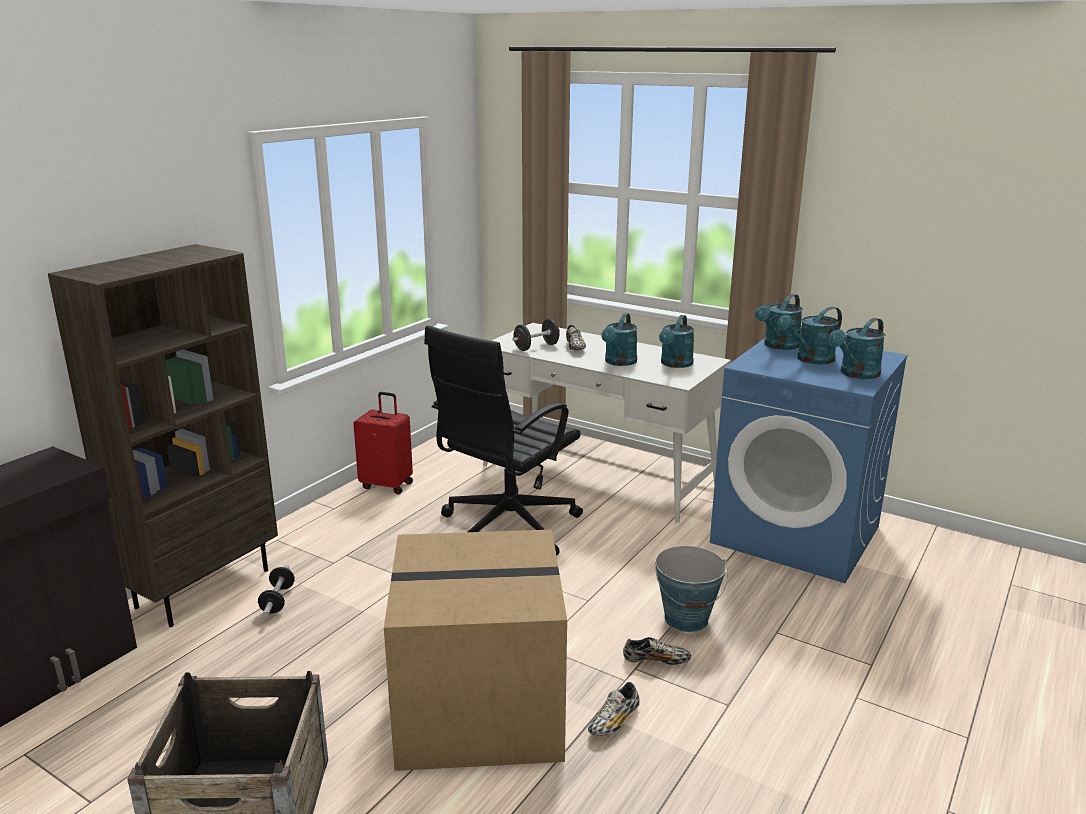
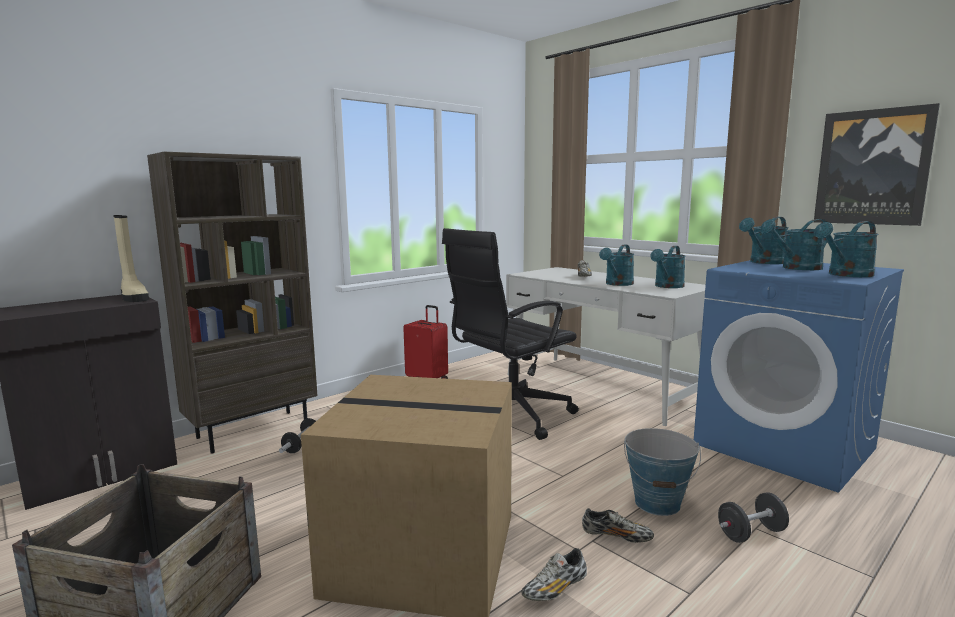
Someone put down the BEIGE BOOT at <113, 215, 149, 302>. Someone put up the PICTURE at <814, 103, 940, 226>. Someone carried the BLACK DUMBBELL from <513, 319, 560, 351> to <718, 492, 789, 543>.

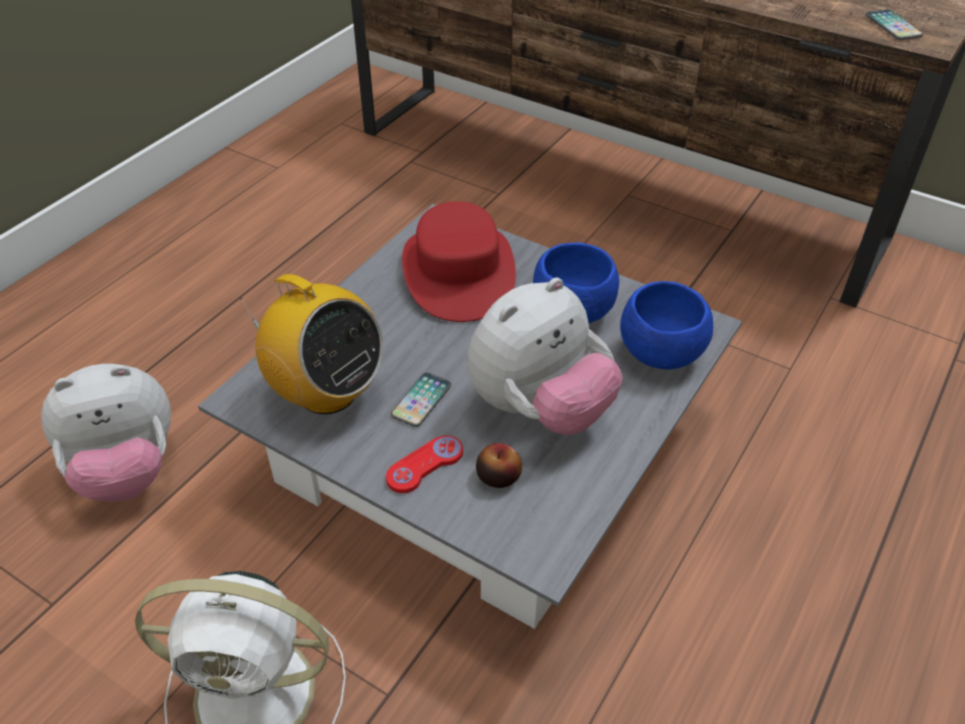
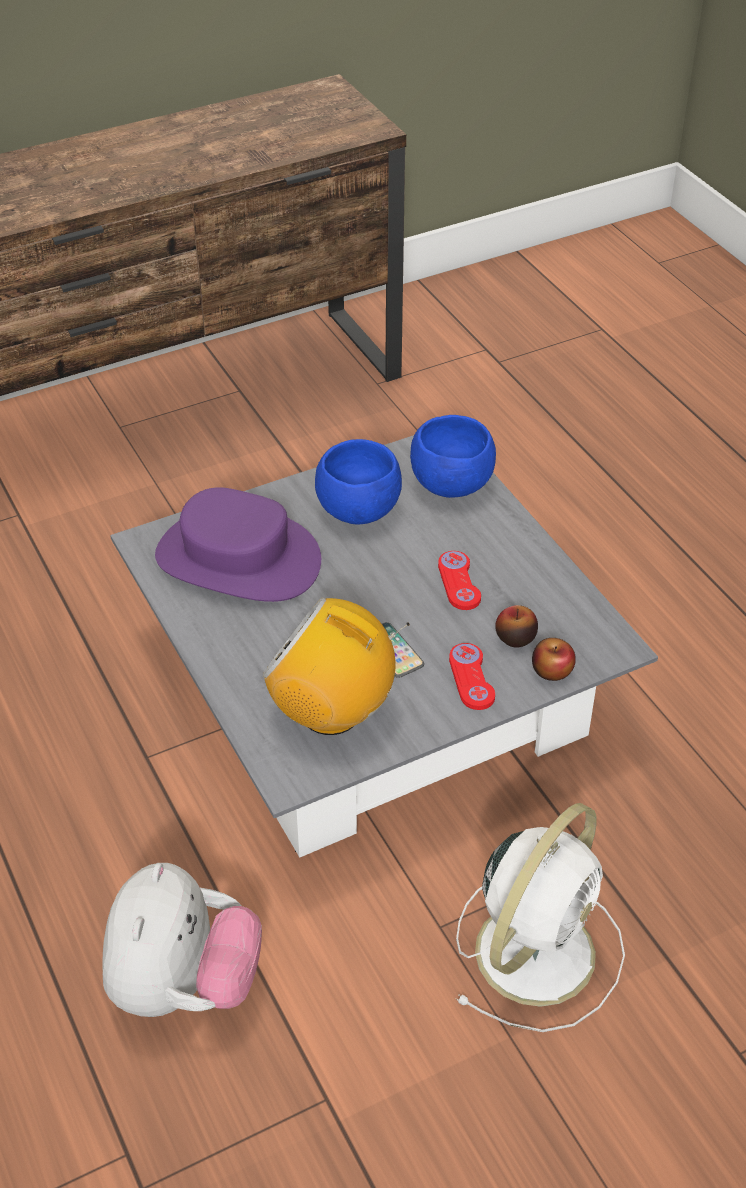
Someone took away the PHONE at <866, 9, 923, 40>. Someone put down the APPLE at <532, 638, 576, 681>. Someone swapped the PLUSH TOY at <467, 278, 623, 435> for the RED GAME CONTROLLER at <438, 551, 481, 610>. Someone repainted the RED HAT at <402, 201, 516, 322>, which became the PURPLE HAT at <155, 487, 321, 602>. Someone rotated the RADIO at <240, 274, 384, 414> by 135 degrees counterclockwise.

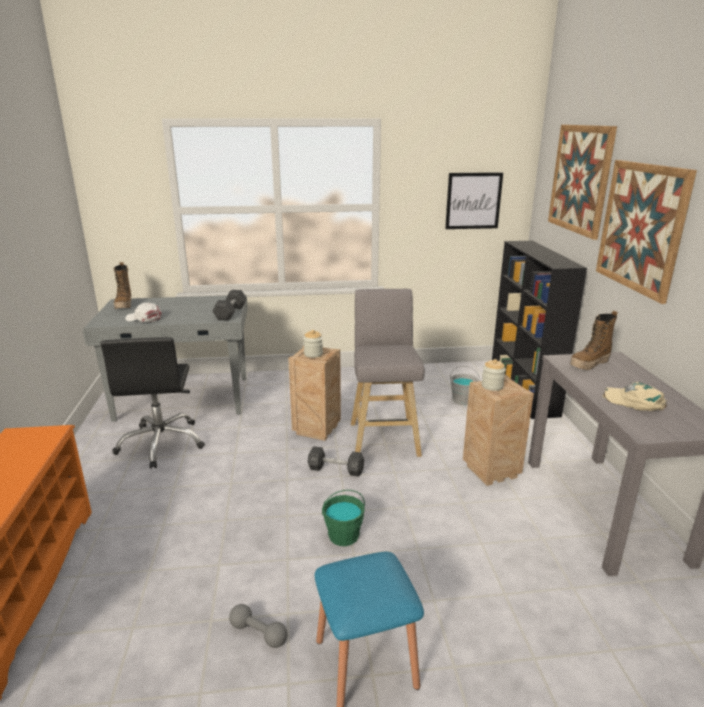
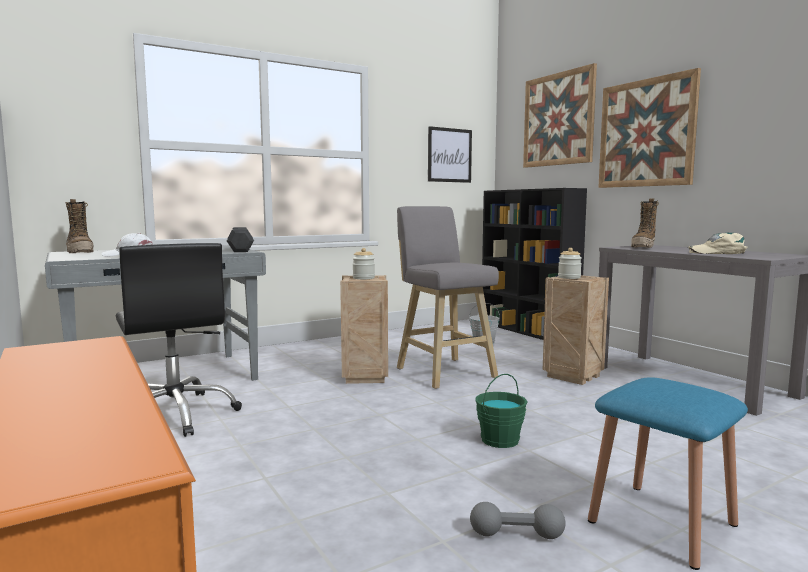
Someone took away the BLACK DUMBBELL at <308, 446, 364, 477>.

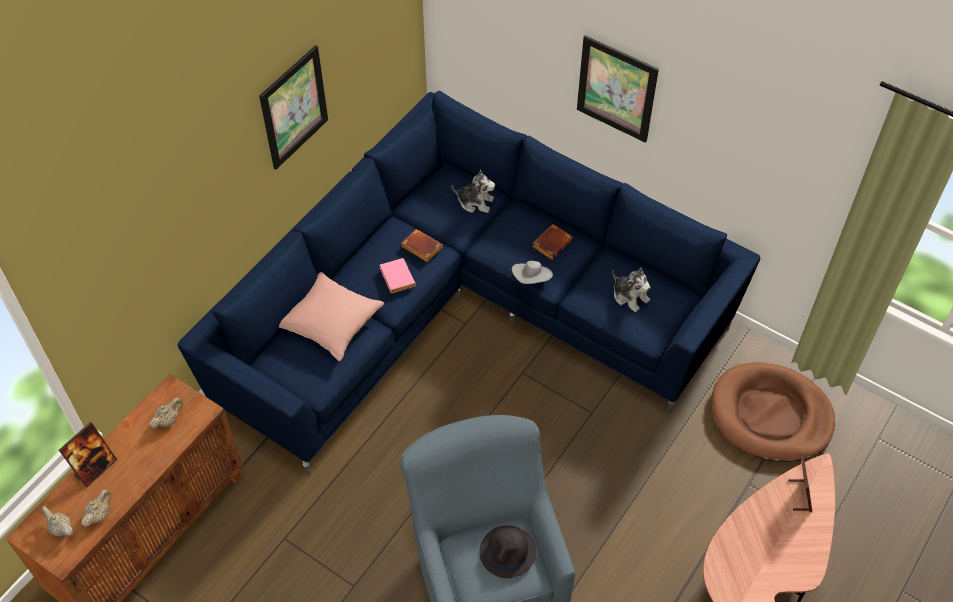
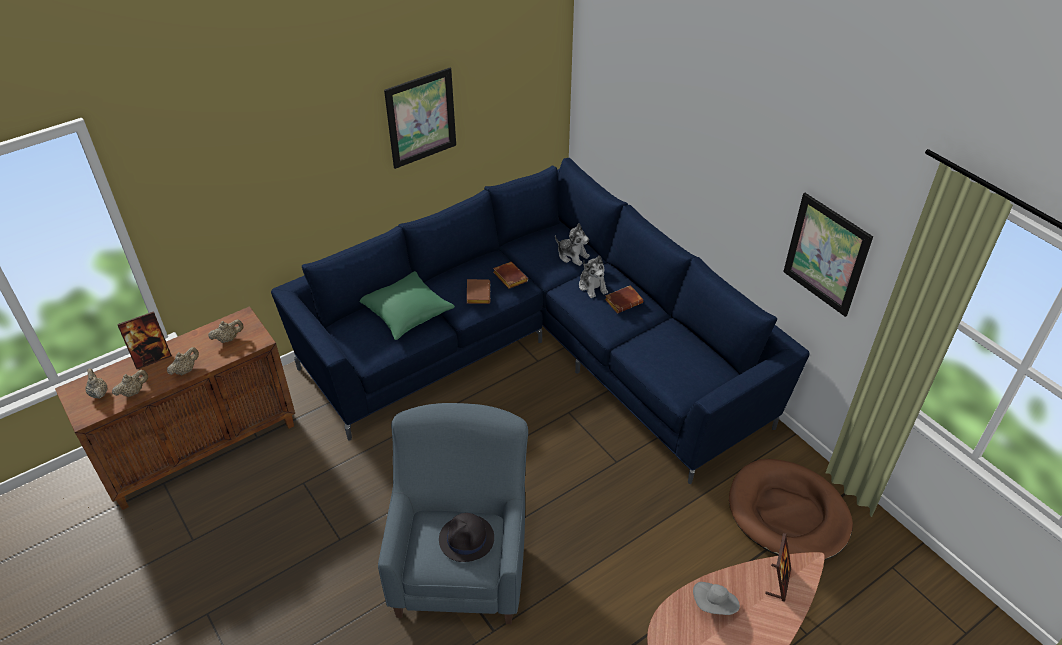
Someone put down the BEIGE TEAPOT at <167, 347, 199, 375>. Someone carried the GREY HAT from <512, 261, 553, 284> to <693, 582, 740, 615>. Someone carried the PICTURE from <577, 35, 659, 143> to <783, 193, 873, 317>. Someone carried the PLUSH TOY from <613, 268, 651, 312> to <579, 255, 608, 298>. Someone repainted the PINK PILLOW at <279, 272, 384, 361>, which became the GREEN PILLOW at <360, 271, 455, 340>. Someone repainted the PINK BOOK at <380, 258, 416, 293>, which became the BROWN BOOK at <467, 279, 491, 304>.

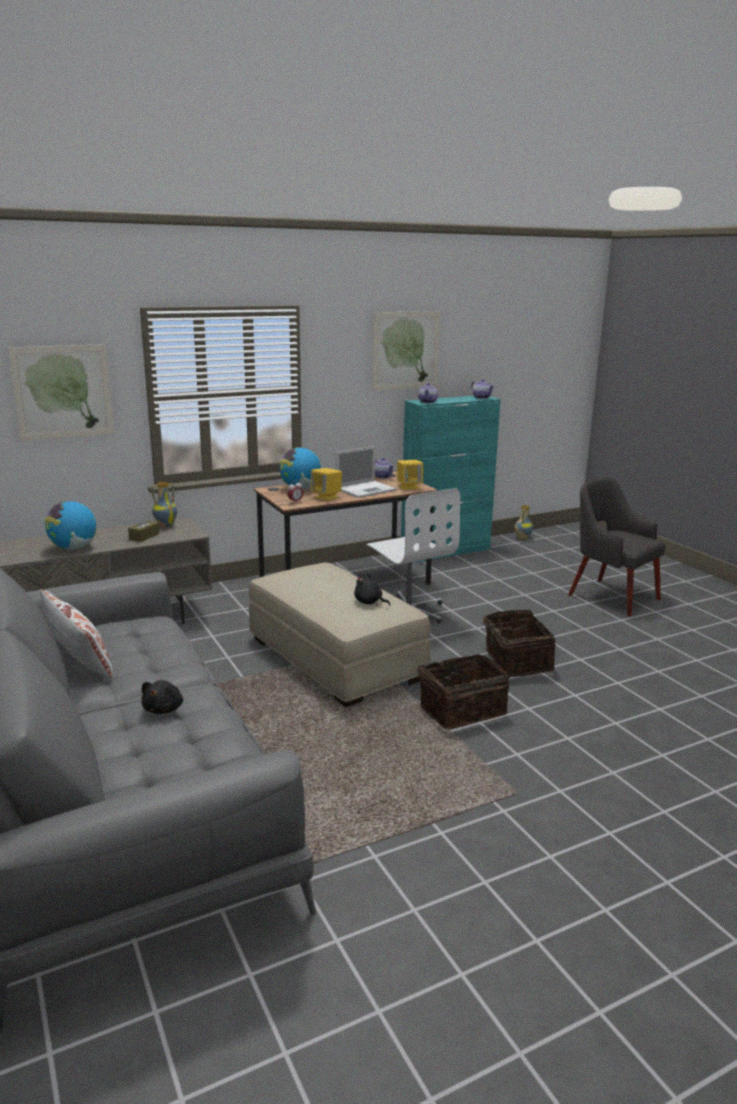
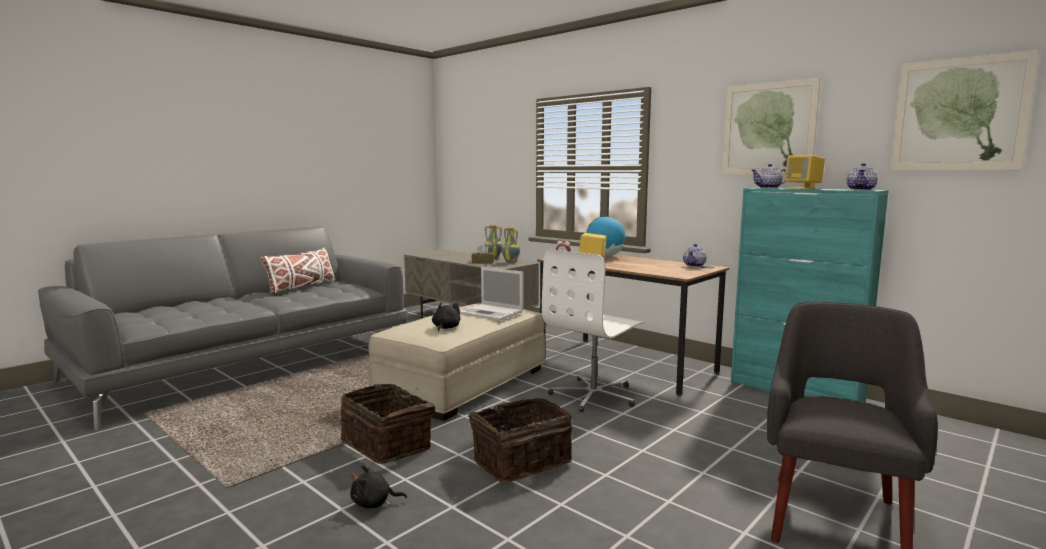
Someone took away the GLOBE at <45, 501, 96, 550>. Someone carried the PICTURE from <8, 344, 114, 441> to <890, 50, 1039, 170>. Someone carried the BLACK PLUSH TOY from <141, 680, 183, 714> to <350, 465, 407, 509>. Someone carried the LAPTOP from <336, 446, 396, 498> to <460, 267, 524, 320>. Someone carried the YELLOW SPEAKER from <397, 460, 423, 490> to <785, 155, 825, 189>. Someone carried the VASE from <515, 505, 533, 540> to <485, 225, 502, 259>.

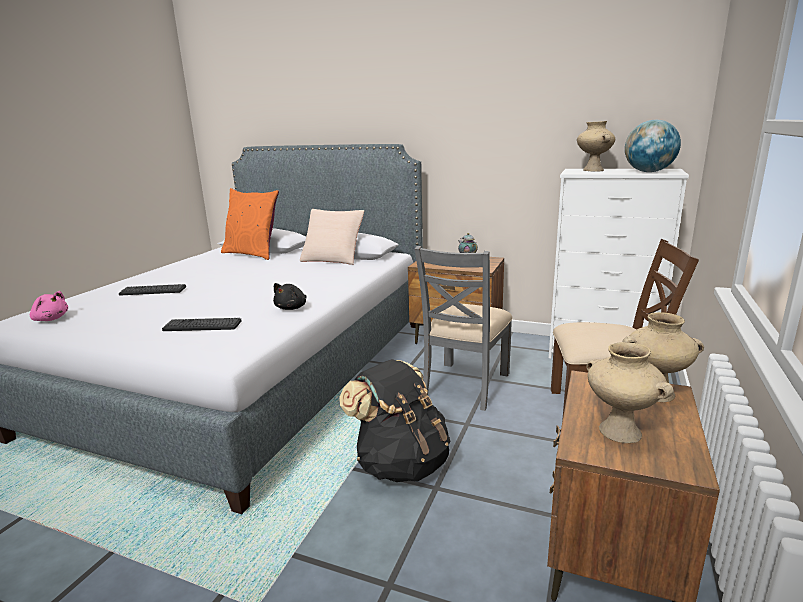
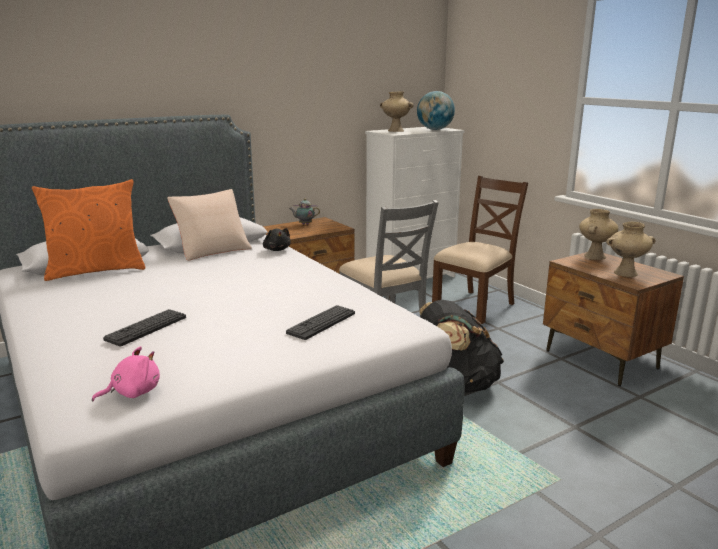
Someone carried the BLACK PLUSH TOY from <273, 283, 307, 310> to <263, 228, 291, 251>.

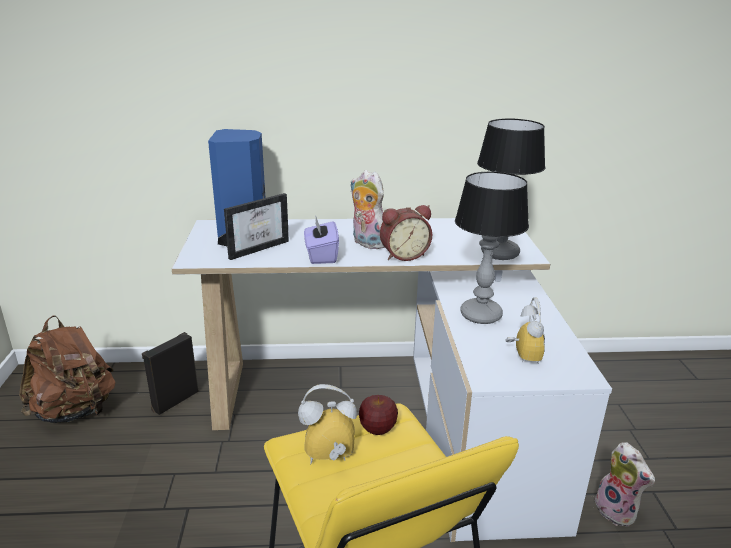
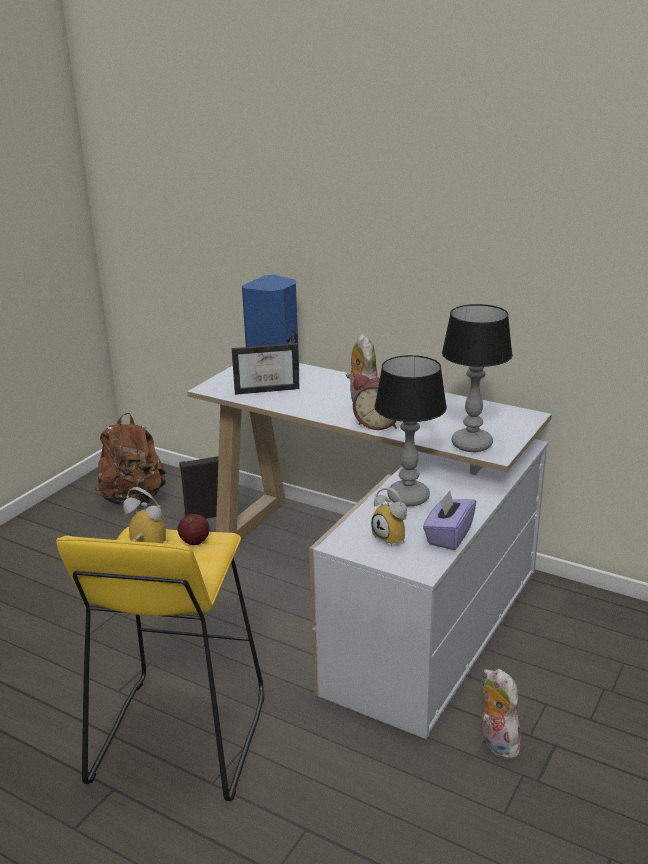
Someone carried the PURPLE TISSUE BOX from <304, 217, 339, 264> to <423, 490, 476, 550>. Someone rotated the ALARM CLOCK at <505, 297, 545, 363> by 105 degrees clockwise. Someone rotated the PLUSH TOY at <595, 442, 655, 526> by 150 degrees clockwise.

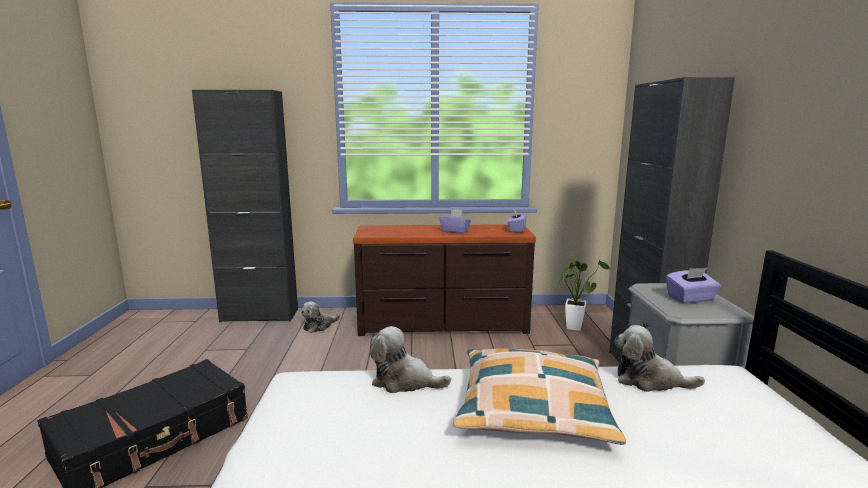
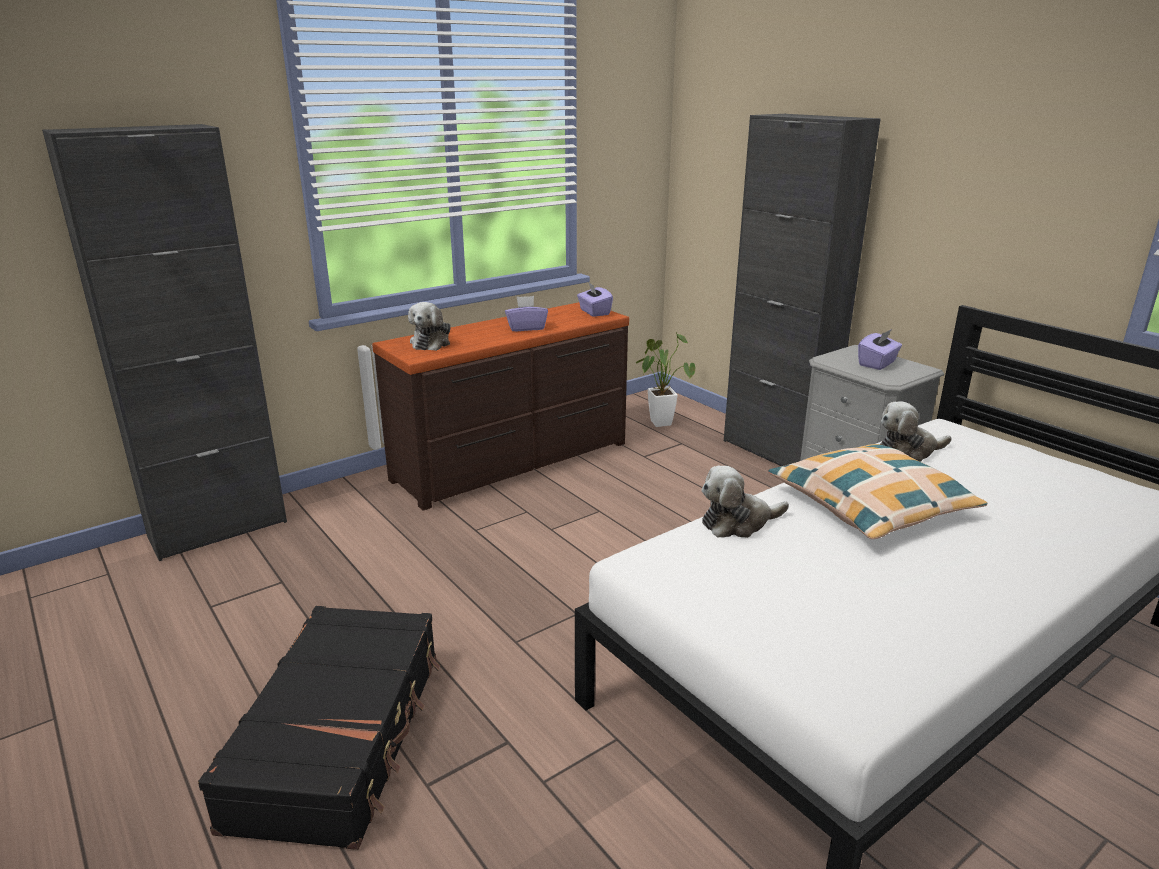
Someone carried the PLUSH TOY from <301, 302, 340, 333> to <408, 302, 451, 351>.

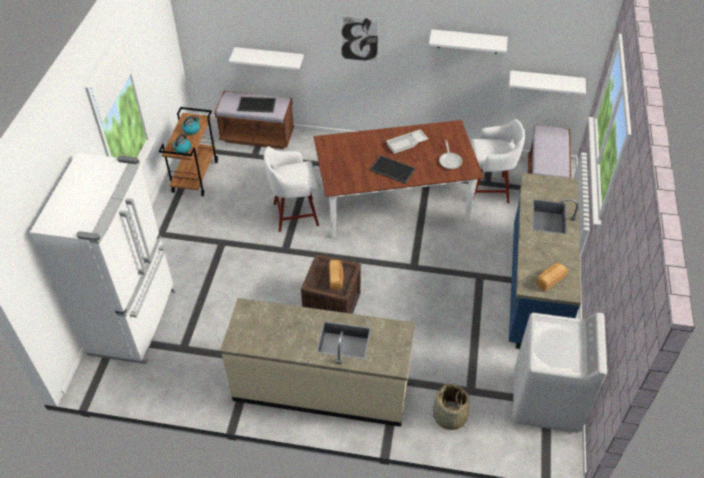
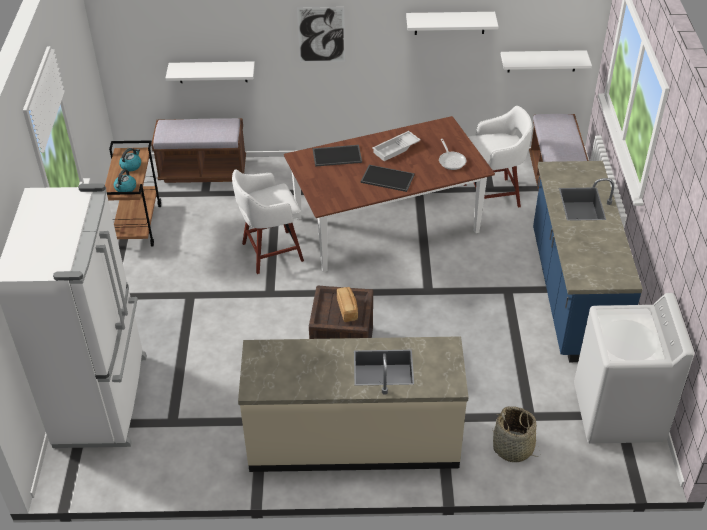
Someone took away the BREAD at <536, 262, 568, 292>. Someone carried the TRAY from <238, 97, 276, 113> to <313, 145, 362, 167>.

